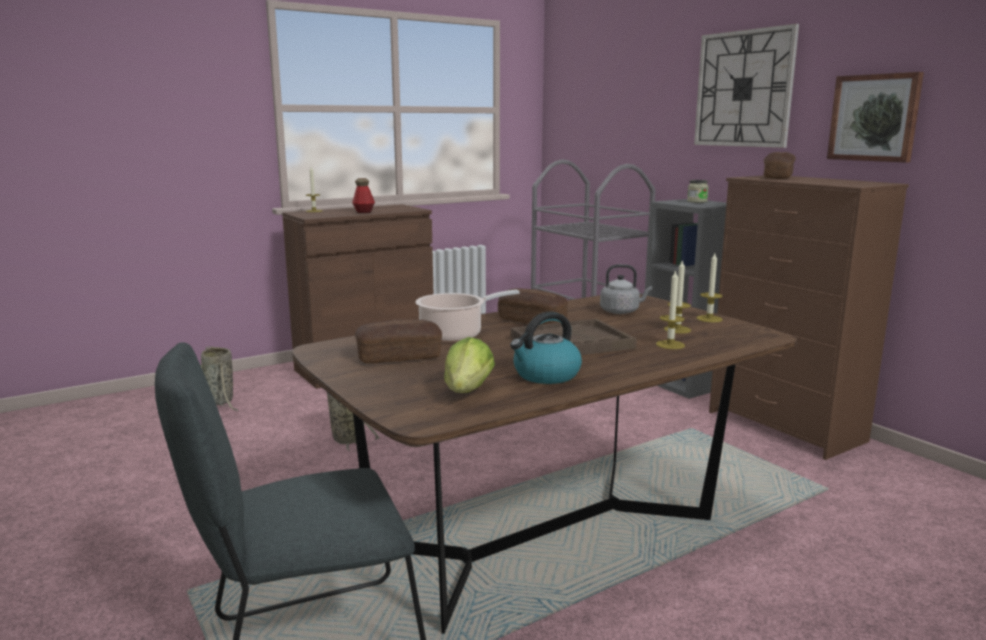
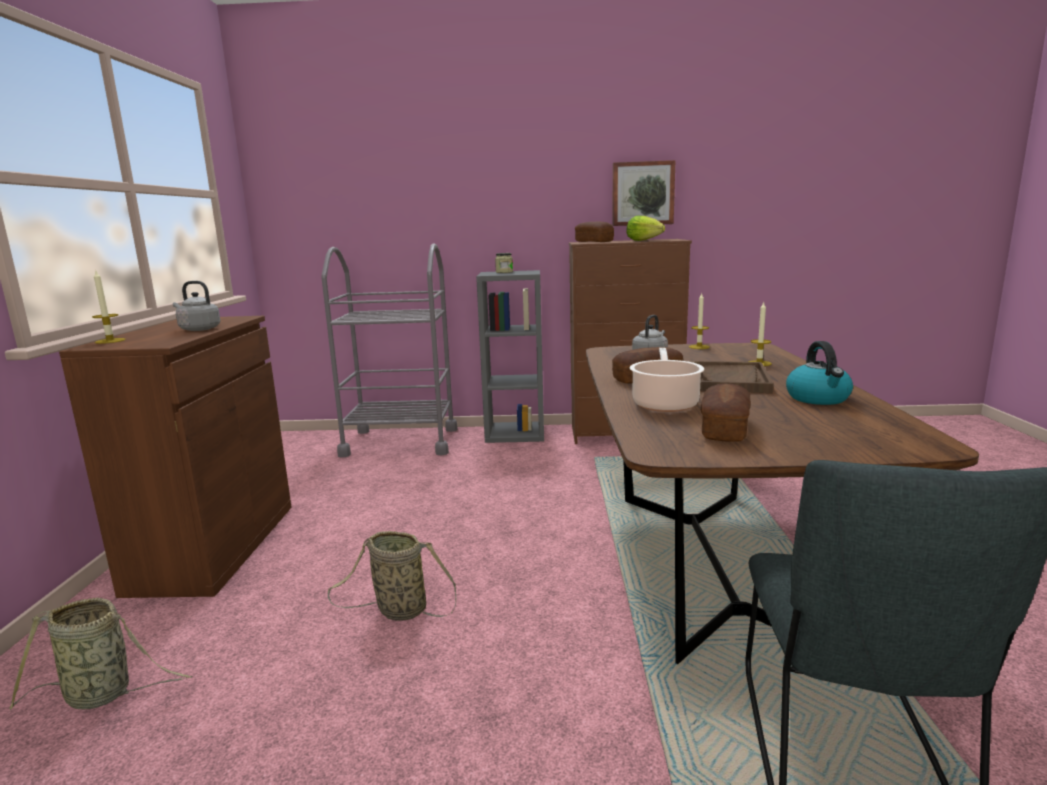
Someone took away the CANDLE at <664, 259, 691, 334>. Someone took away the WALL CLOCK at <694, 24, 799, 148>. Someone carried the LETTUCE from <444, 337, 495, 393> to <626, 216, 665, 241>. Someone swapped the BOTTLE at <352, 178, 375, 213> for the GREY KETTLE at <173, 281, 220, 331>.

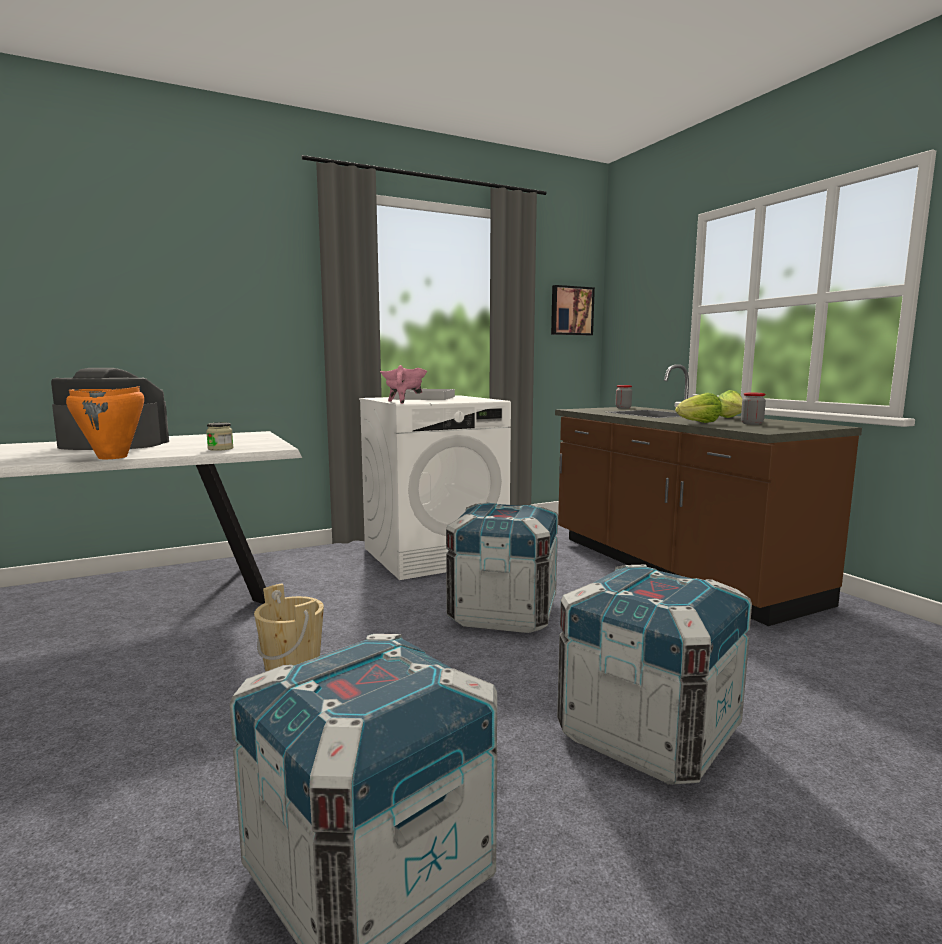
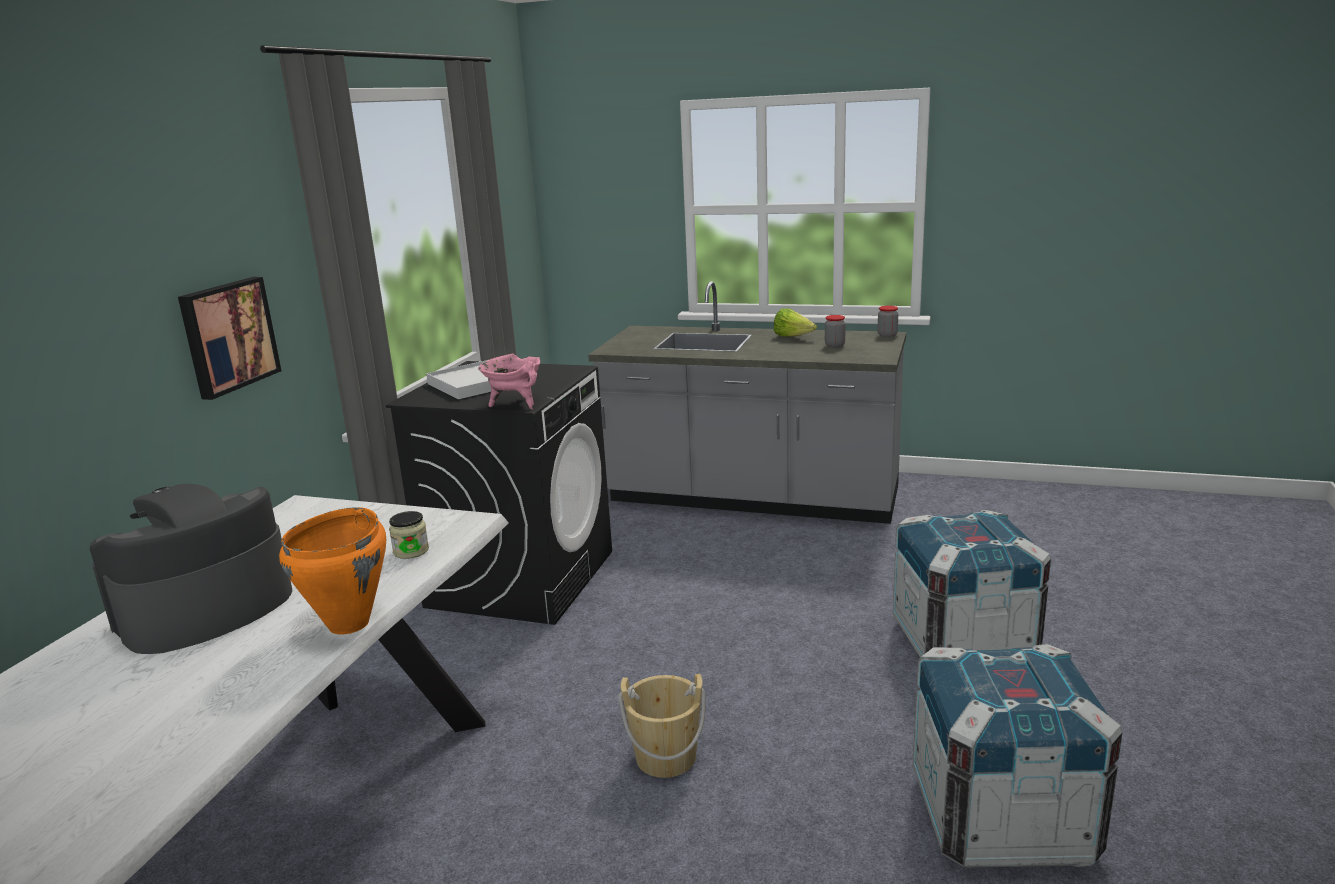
Someone took away the CRATE at <446, 502, 558, 633>. Someone took away the LETTUCE at <675, 392, 722, 423>. Someone carried the PICTURE from <551, 285, 595, 336> to <178, 277, 281, 400>. Someone carried the JAR from <615, 385, 632, 409> to <878, 306, 898, 337>. Someone repainted the WHITE WASHING MACHINE at <359, 395, 511, 580>, which became the BLACK WASHING MACHINE at <386, 361, 612, 625>. Someone repainted the BROWN COUNTER at <555, 364, 862, 626>, which became the GREY COUNTER at <588, 281, 906, 524>.

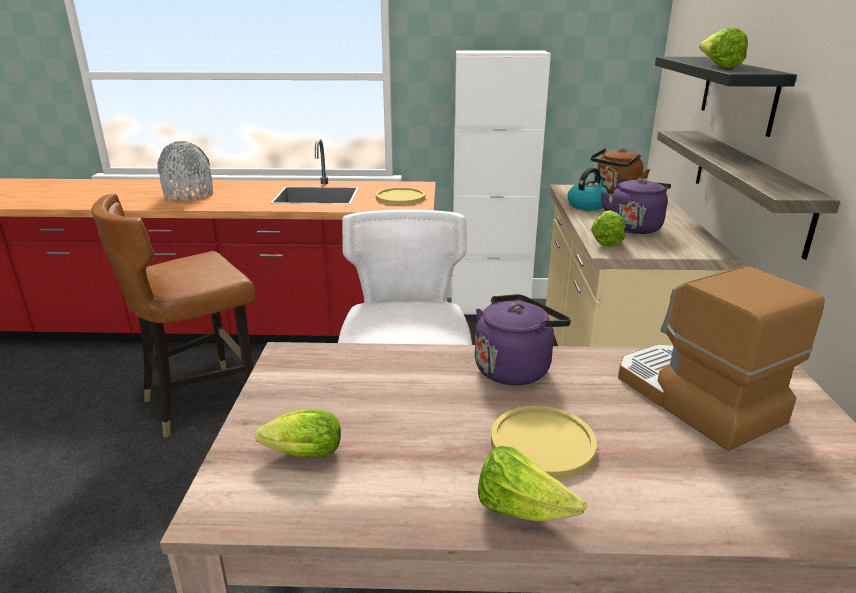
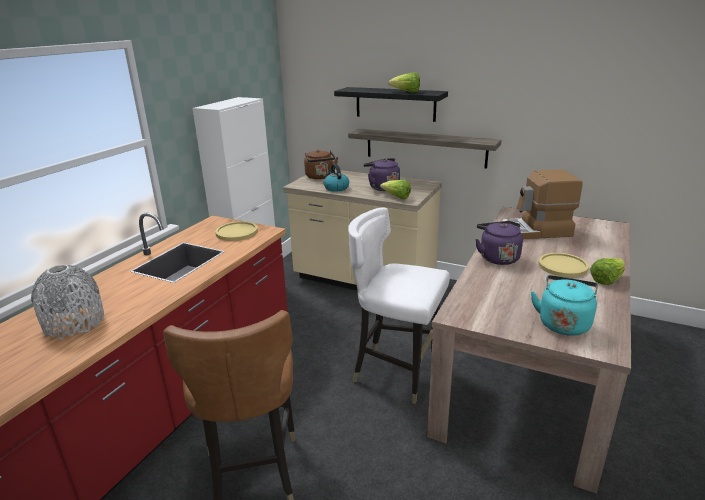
Someone swapped the LETTUCE at <255, 409, 341, 458> for the TURQUOISE KETTLE at <531, 275, 598, 336>.

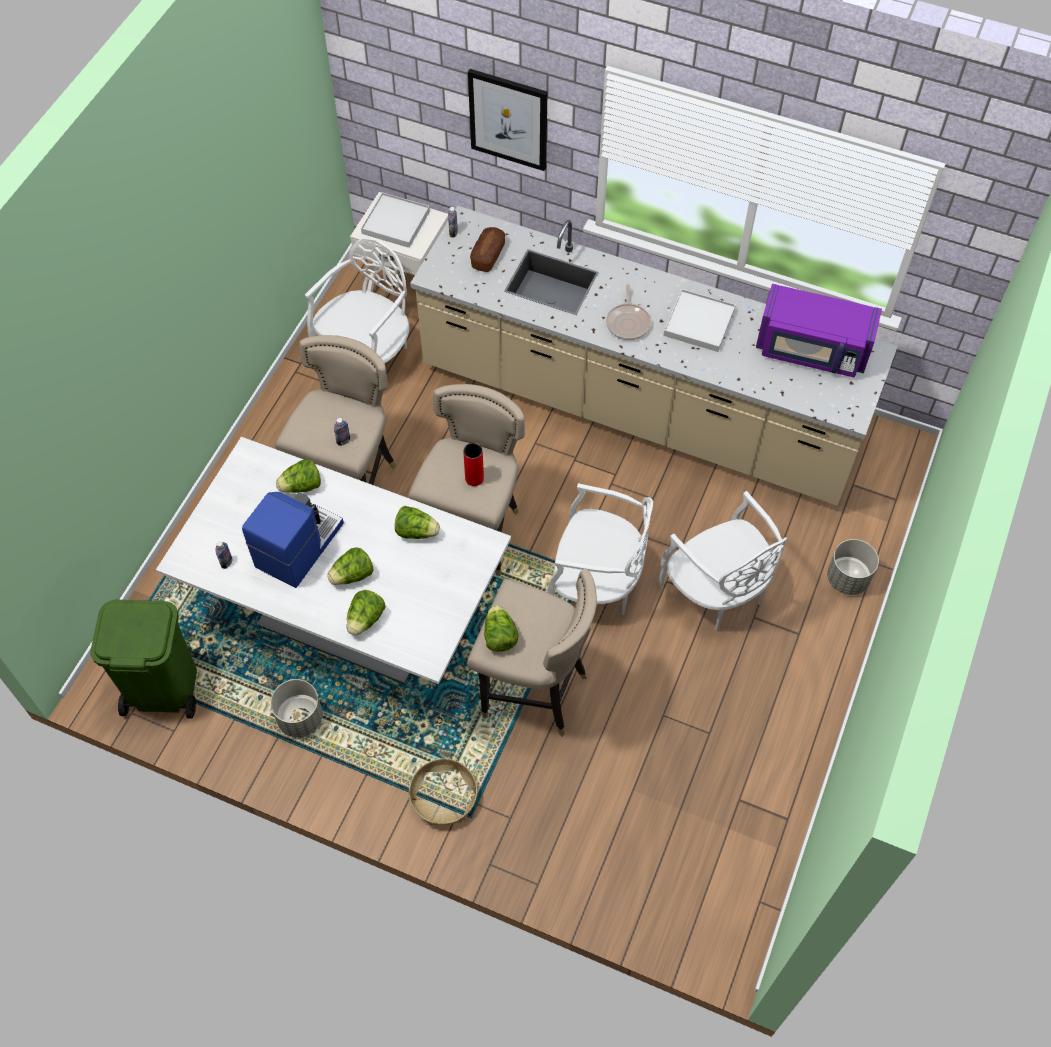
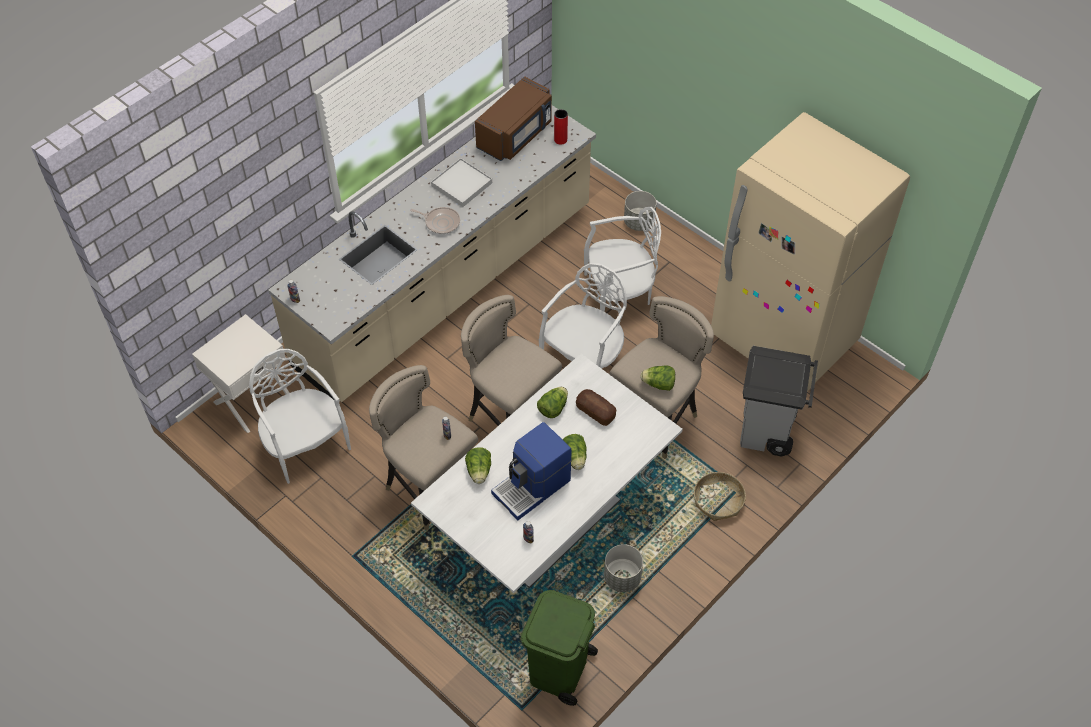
Someone took away the LETTUCE at <347, 590, 386, 636>. Someone took away the WHITE TRAY at <361, 192, 430, 248>. Someone took away the PICTURE at <468, 69, 548, 171>. Someone put down the BEIGE FRIDGE at <711, 112, 910, 392>. Someone put down the GREY TRASH CAN at <740, 346, 818, 457>. Someone carried the RED VASE from <463, 443, 484, 486> to <554, 109, 568, 145>. Someone carried the BREAD from <470, 227, 505, 272> to <576, 389, 616, 426>. Someone repainted the PURPLE MICROWAVE at <756, 284, 882, 378>, which became the BROWN MICROWAVE at <475, 76, 552, 161>. Someone rotated the COFFEE MACHINE at <242, 492, 344, 588> by 90 degrees counterclockwise.

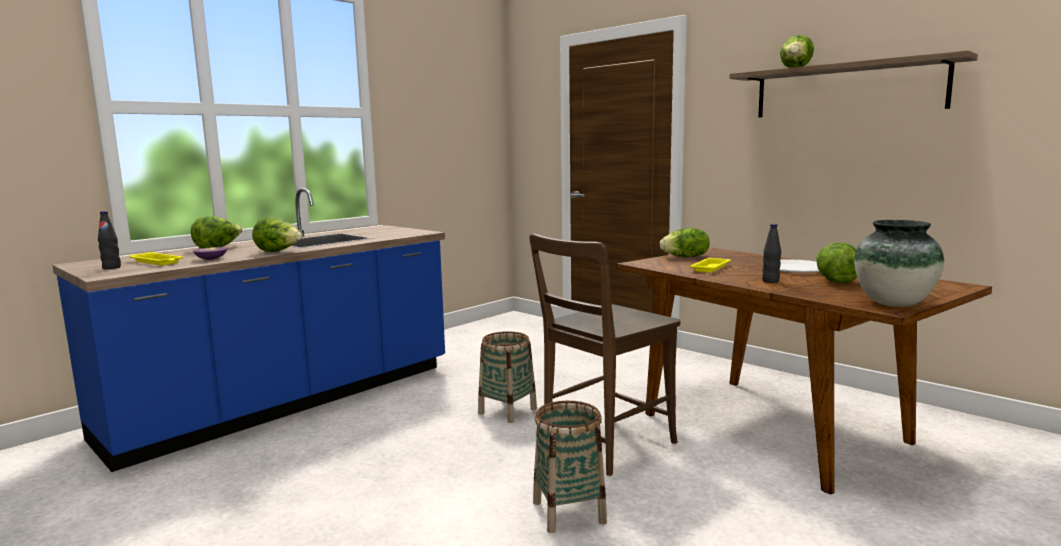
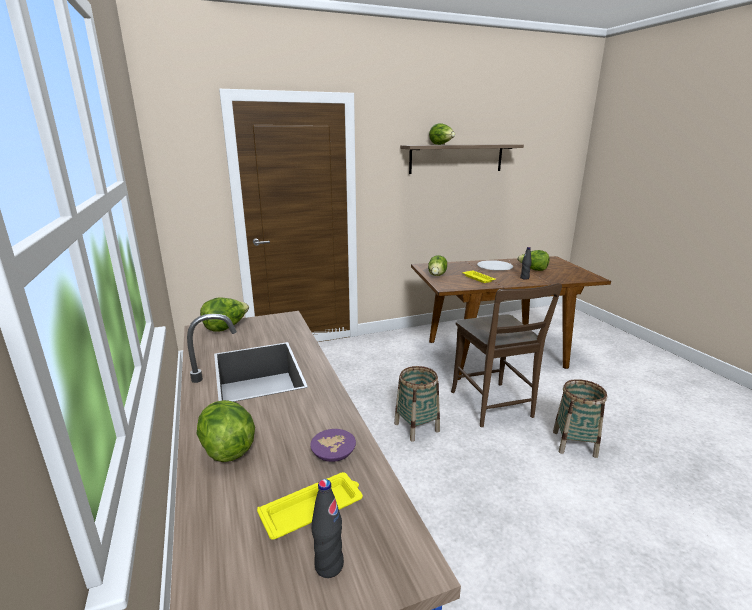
Someone took away the VASE at <854, 220, 944, 307>. Someone carried the LETTUCE from <252, 217, 303, 252> to <200, 297, 249, 332>.

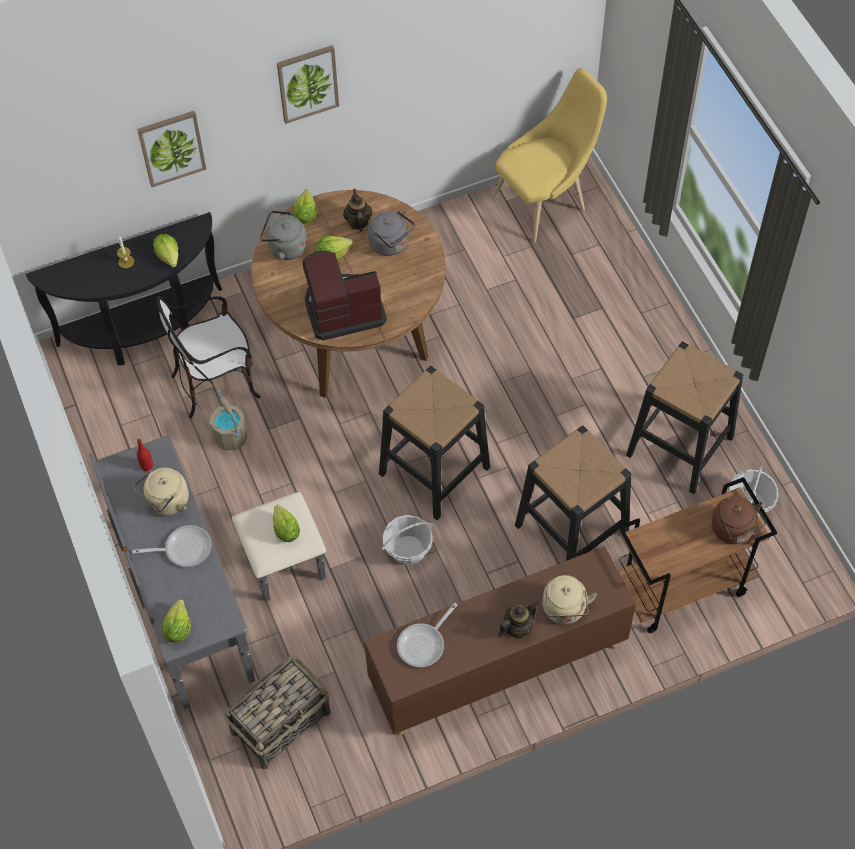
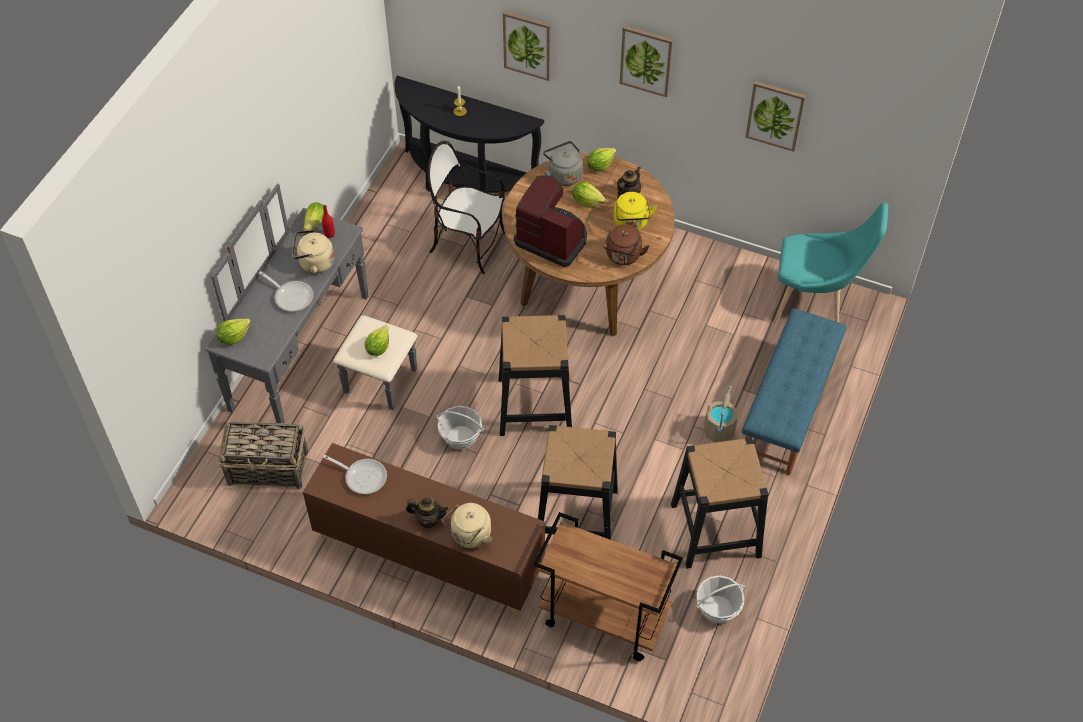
Someone put down the BLUE BENCH at <742, 309, 847, 475>. Someone put up the PICTURE at <746, 81, 806, 152>. Someone carried the LETTUCE from <153, 234, 178, 267> to <304, 202, 324, 231>. Someone carried the BEIGE BUCKET from <209, 389, 247, 451> to <704, 386, 738, 442>. Someone carried the BROWN KETTLE from <712, 496, 766, 544> to <603, 224, 649, 265>. Someone repainted the GREY KETTLE at <368, 211, 415, 256>, which became the YELLOW KETTLE at <614, 192, 657, 231>. Someone repainted the YELLOW CHAIR at <492, 68, 607, 243>, which became the TURQUOISE CHAIR at <774, 202, 888, 323>. Someone rotated the FRYING PAN at <397, 603, 457, 667> by 150 degrees counterclockwise.

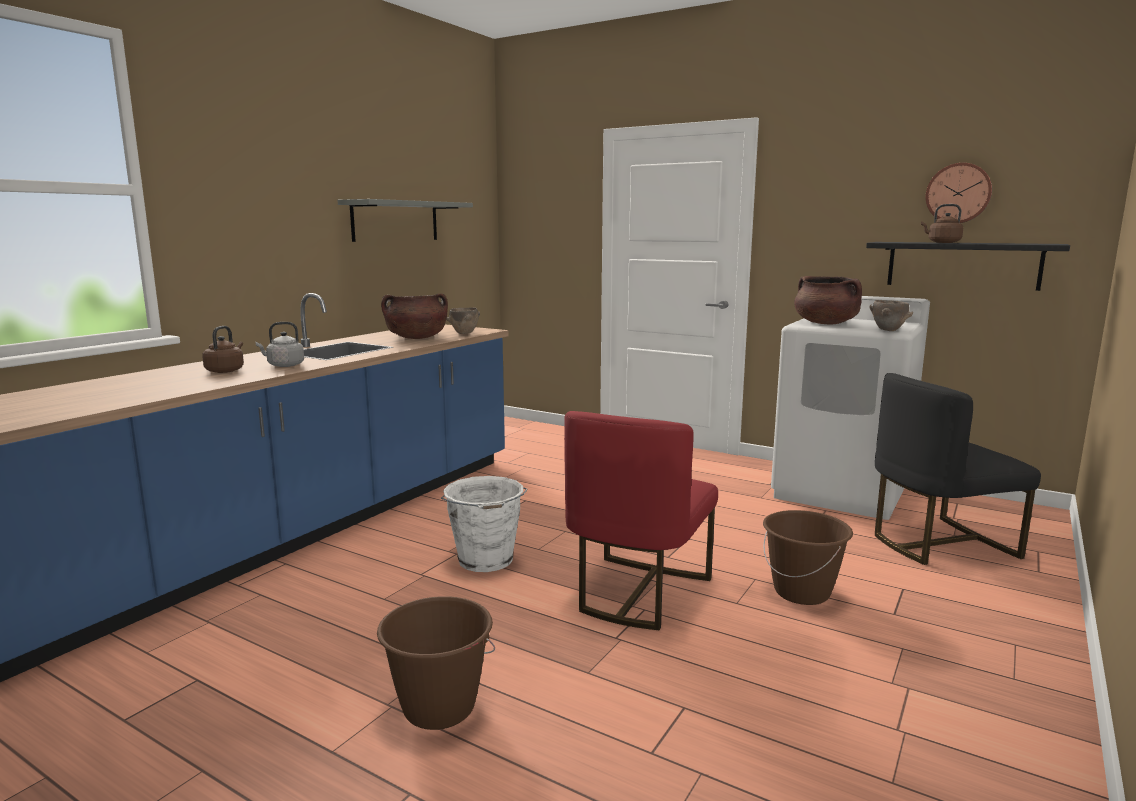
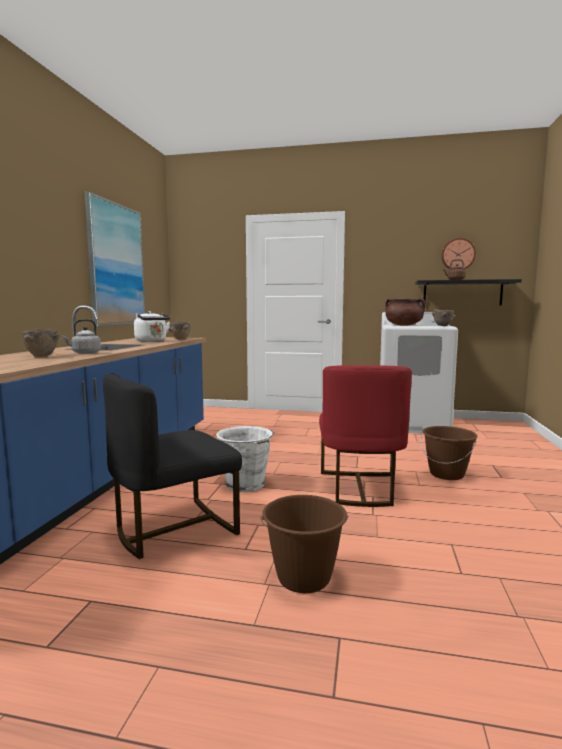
Someone carried the BLACK CHAIR from <875, 373, 1041, 565> to <103, 374, 242, 559>. Someone swapped the BROWN KETTLE at <202, 326, 244, 373> for the BROWN BOWL at <22, 329, 59, 357>. Someone swapped the GREY SHELF at <338, 199, 473, 242> for the PICTURE at <85, 192, 145, 326>. Someone swapped the BROWN COOKING POT at <381, 294, 448, 339> for the WHITE KETTLE at <134, 311, 171, 342>.

